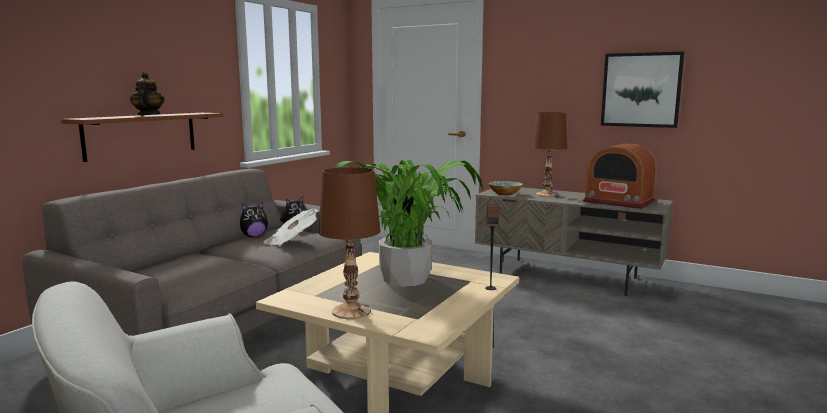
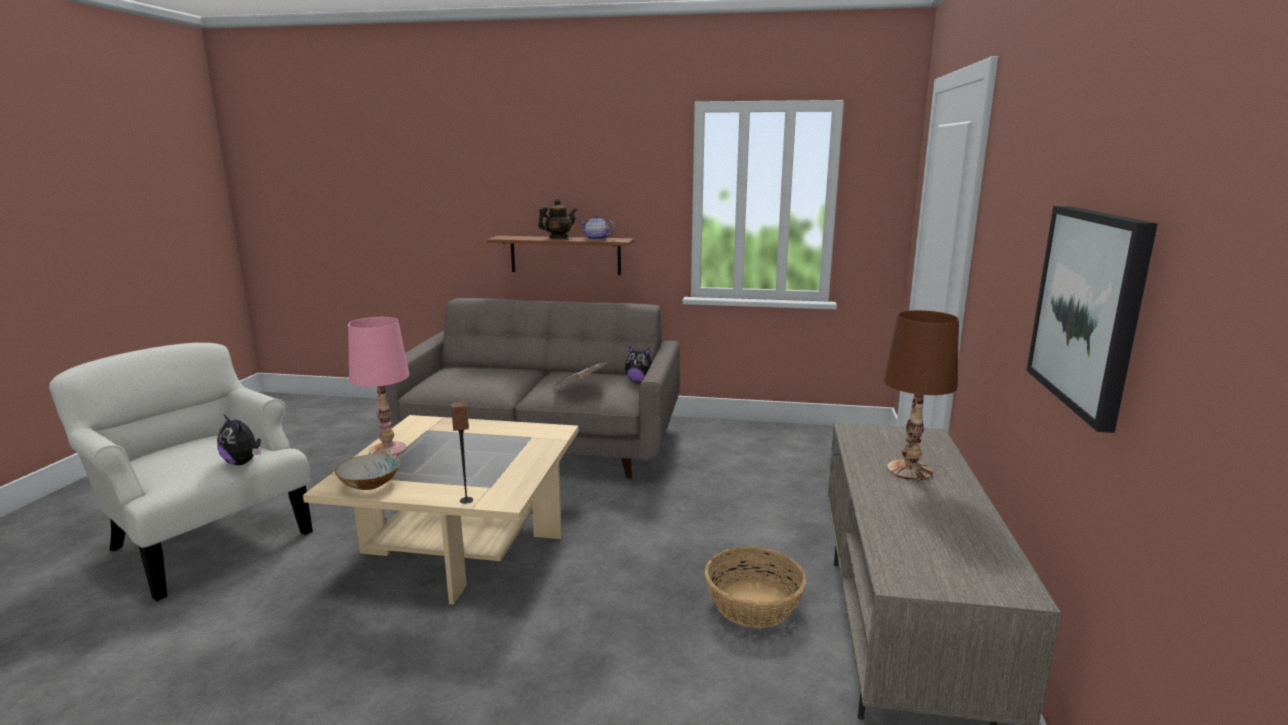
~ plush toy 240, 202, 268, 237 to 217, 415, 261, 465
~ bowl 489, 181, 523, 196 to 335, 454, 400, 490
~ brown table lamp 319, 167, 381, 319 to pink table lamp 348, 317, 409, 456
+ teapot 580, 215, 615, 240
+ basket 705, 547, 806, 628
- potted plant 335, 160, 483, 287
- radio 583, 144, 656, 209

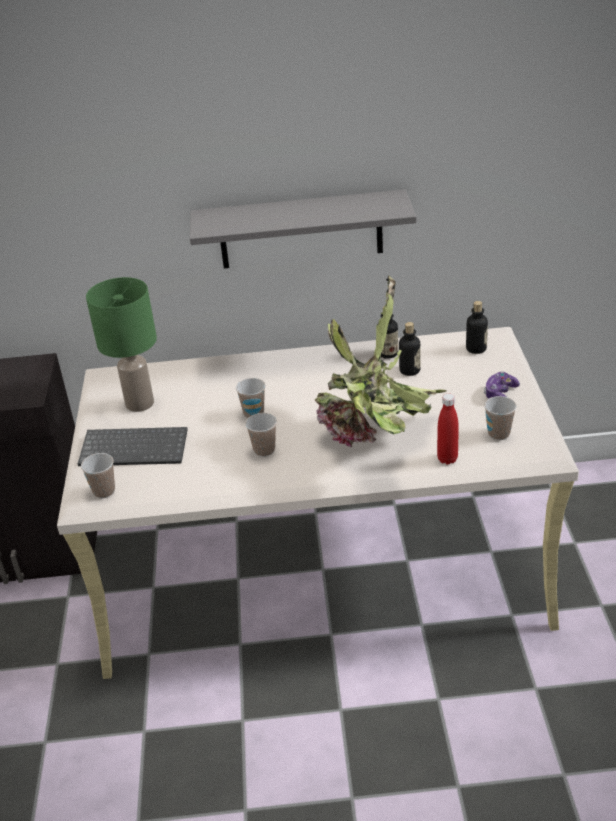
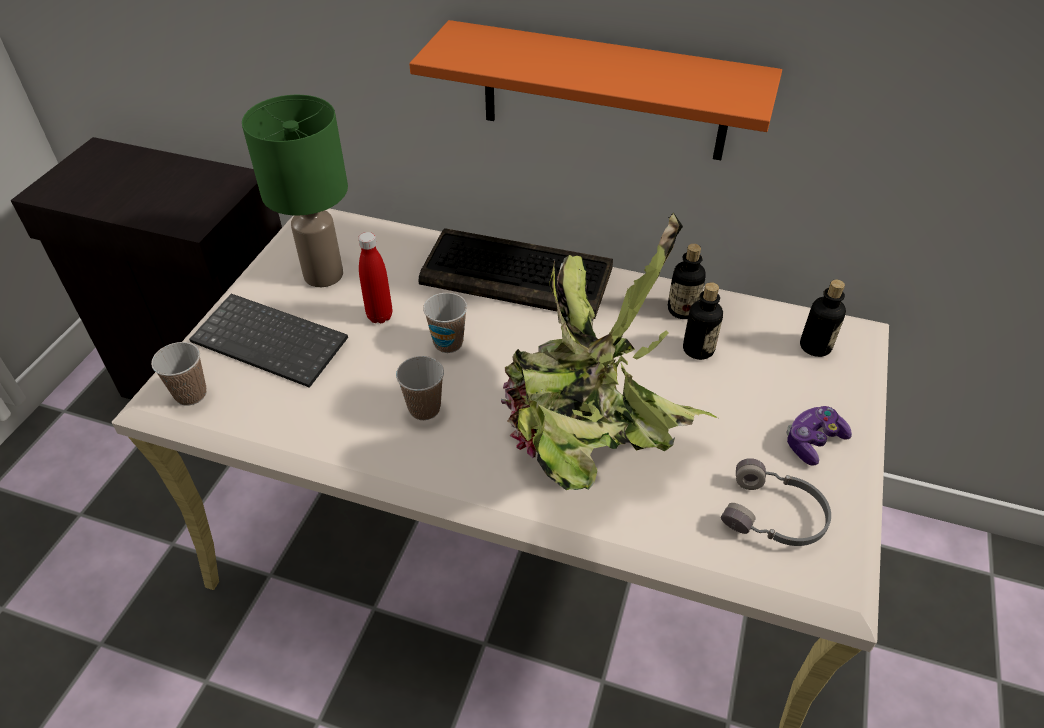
~ red bottle 437, 393, 459, 464 to 358, 232, 393, 323
~ grey shelf 190, 189, 417, 268 to orange shelf 409, 20, 782, 160
+ keyboard 418, 228, 613, 319
~ cup 484, 396, 517, 440 to grey headphones 721, 458, 831, 546

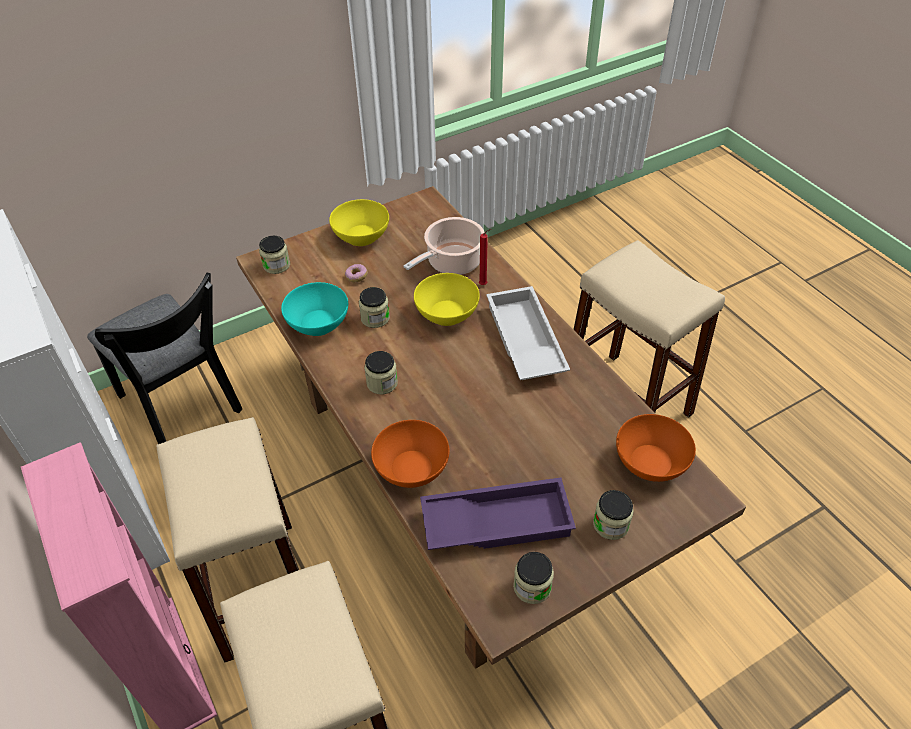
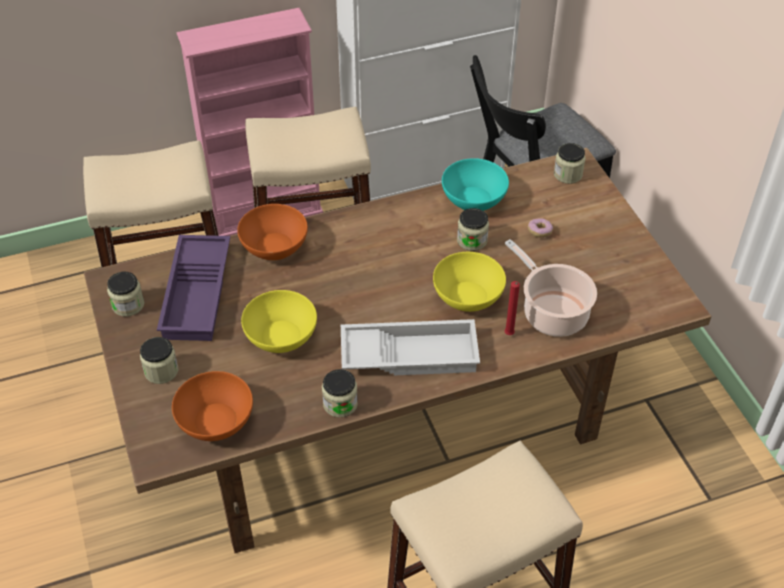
~ yellow bowl 329, 199, 389, 246 to 241, 290, 317, 353
~ jar 364, 351, 398, 394 to 322, 369, 358, 417

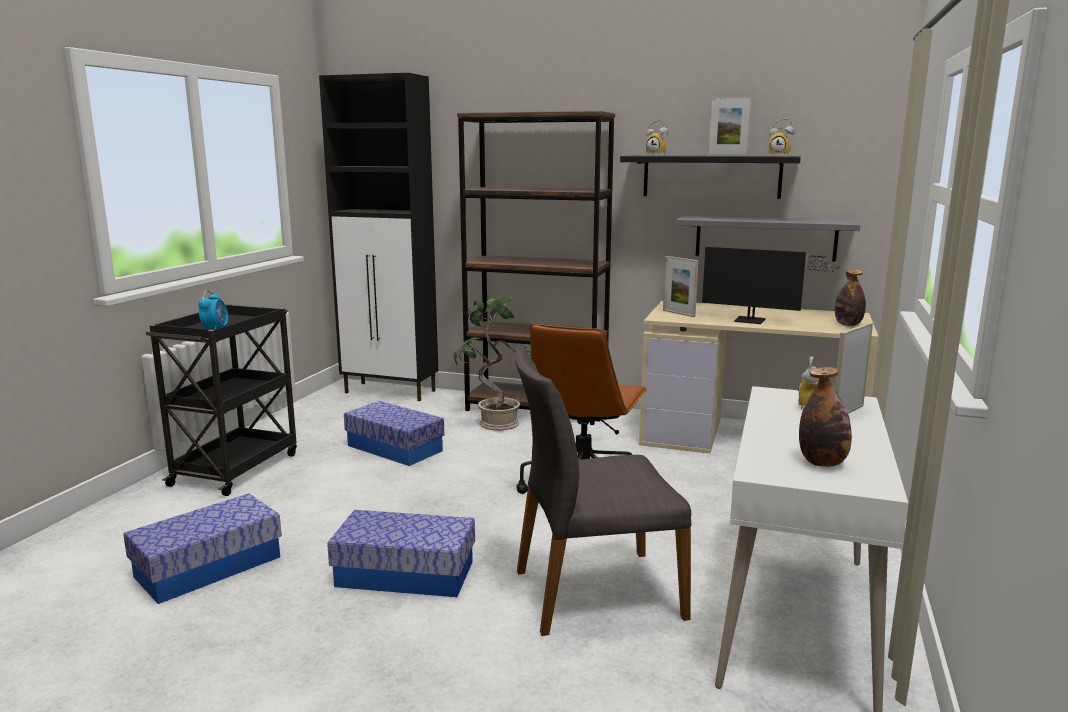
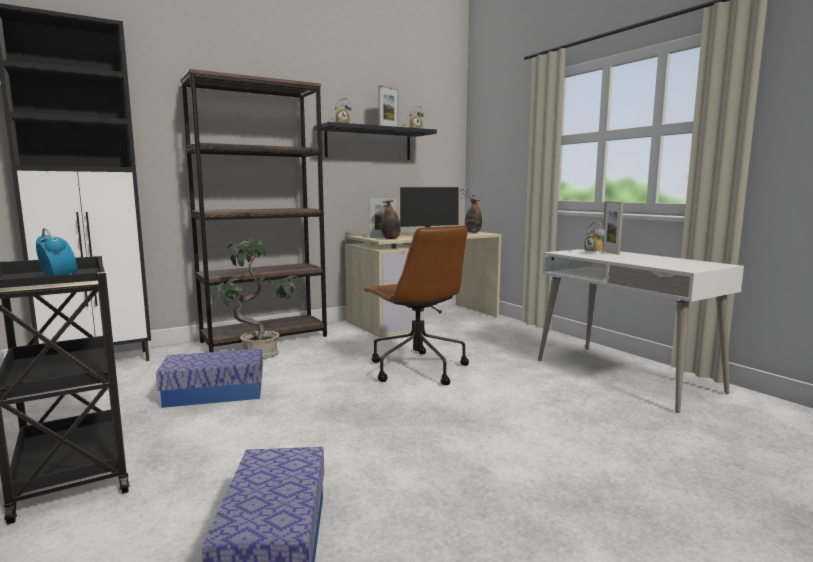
~ bottle 799, 367, 852, 467 to 381, 200, 401, 239
- storage box 327, 510, 475, 597
- grey chair 515, 349, 691, 636
- grey shelf 675, 215, 860, 262

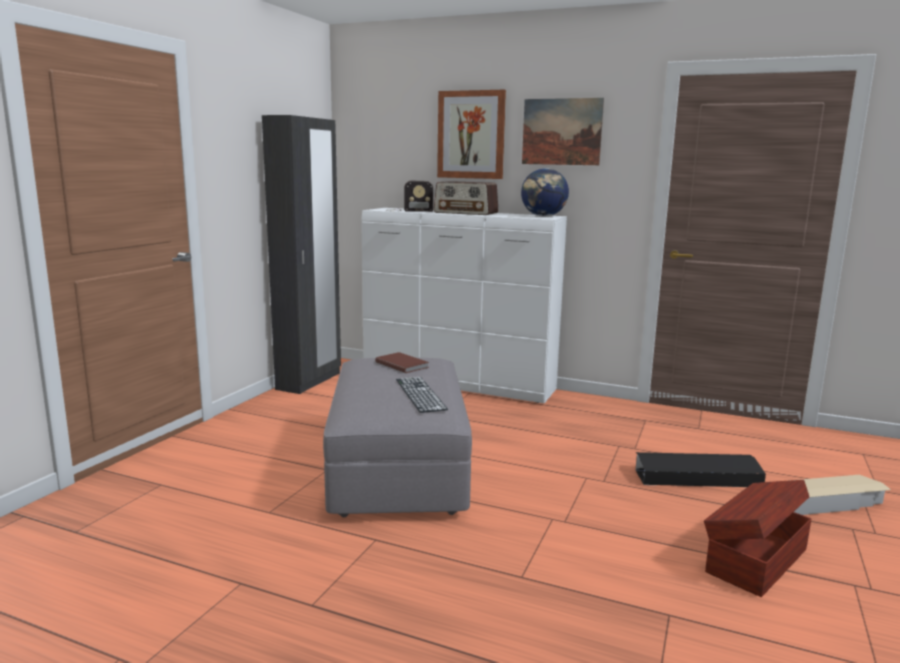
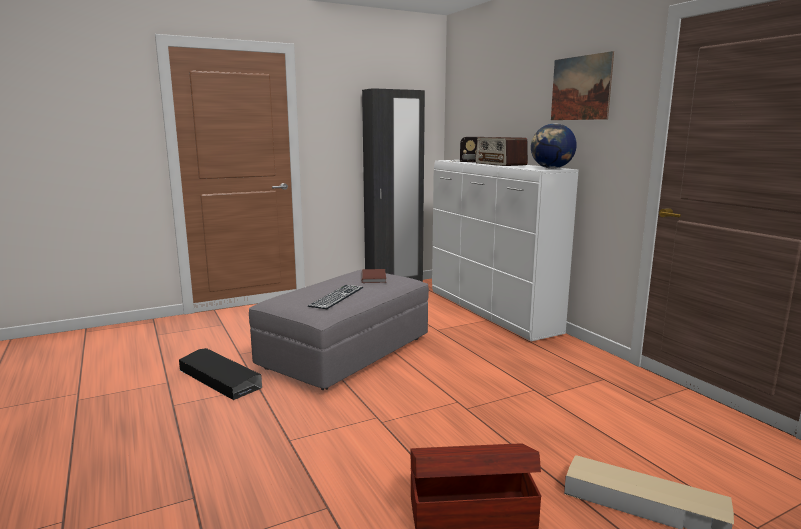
~ black storage box 635, 452, 766, 487 to 179, 348, 262, 400
- picture 437, 90, 506, 179

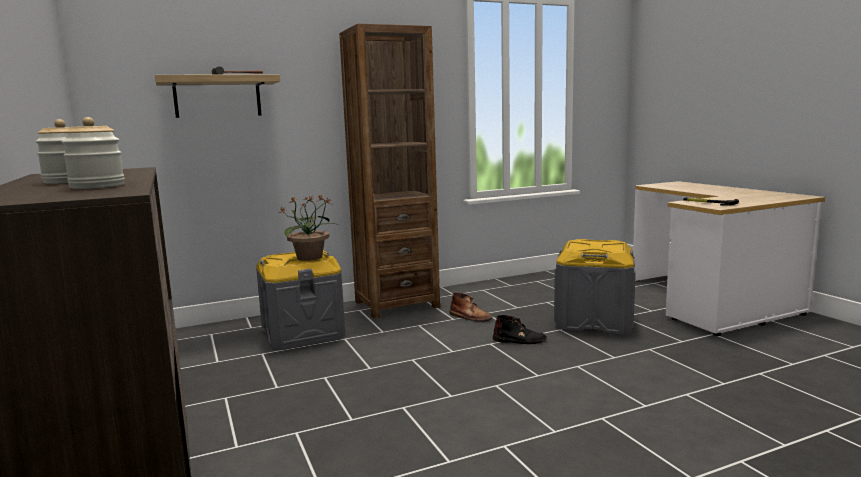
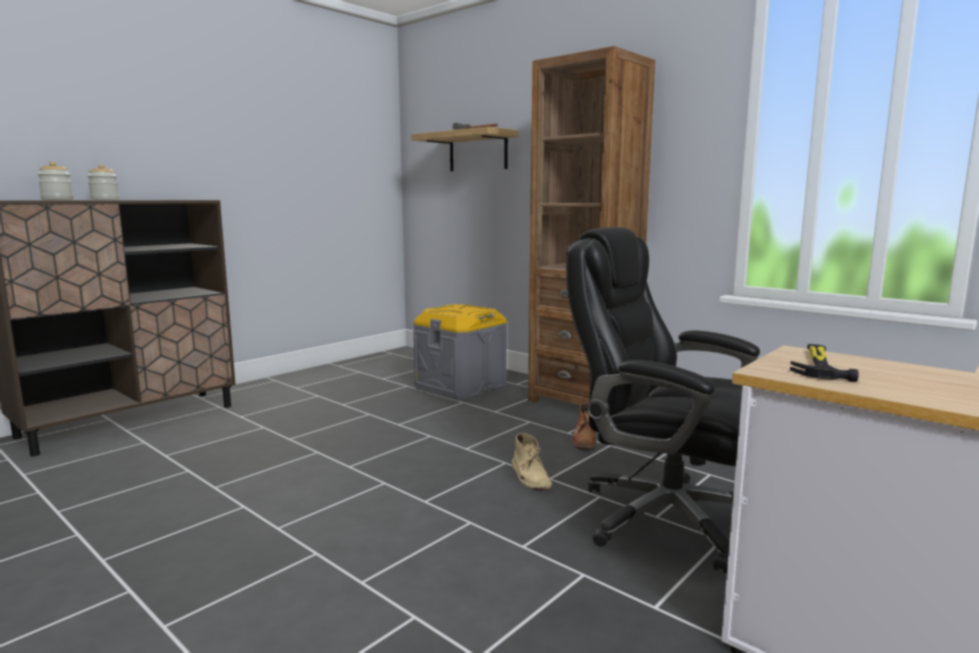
~ black boot 493, 315, 547, 344 to beige boot 512, 433, 552, 491
~ grey storage box 554, 239, 636, 335 to black office chair 566, 227, 760, 573
- potted plant 281, 194, 340, 261

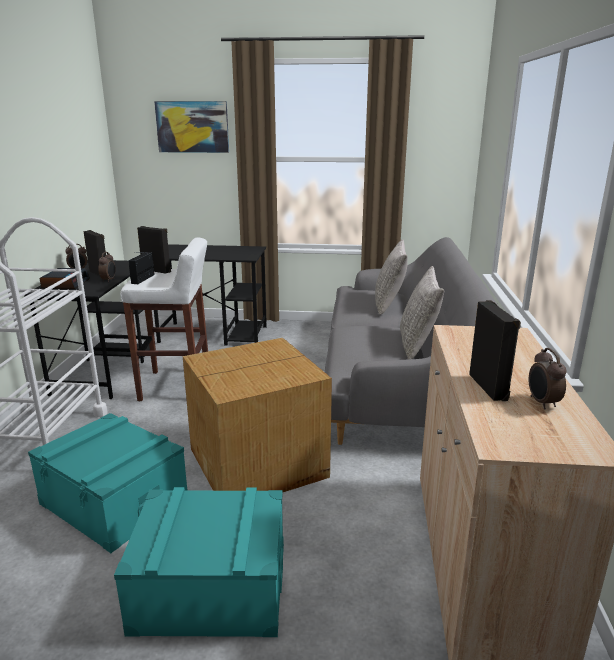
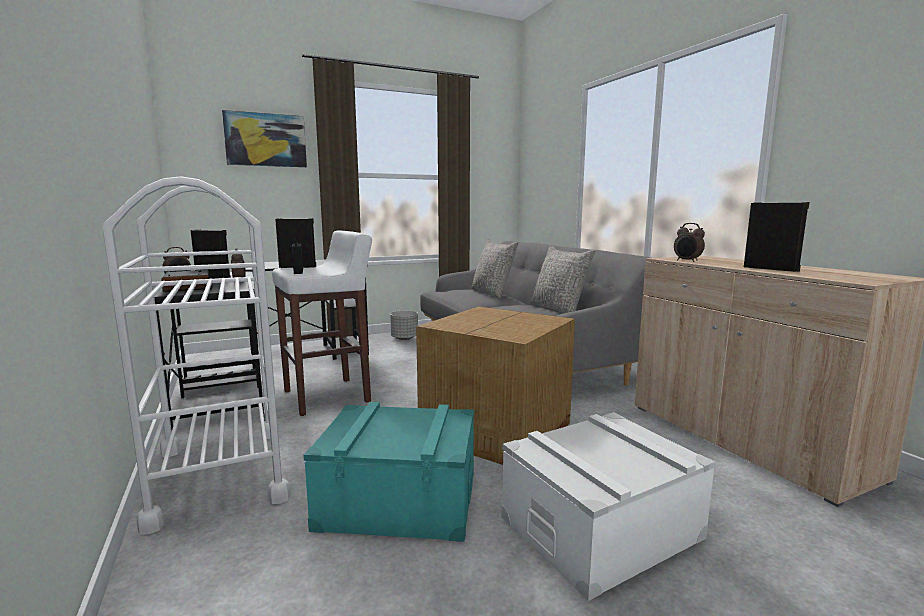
+ grey planter 390, 311, 418, 340
~ turquoise storage box 114, 487, 284, 637 to white storage box 502, 412, 715, 601
~ alarm clock 529, 348, 566, 409 to 674, 223, 705, 262

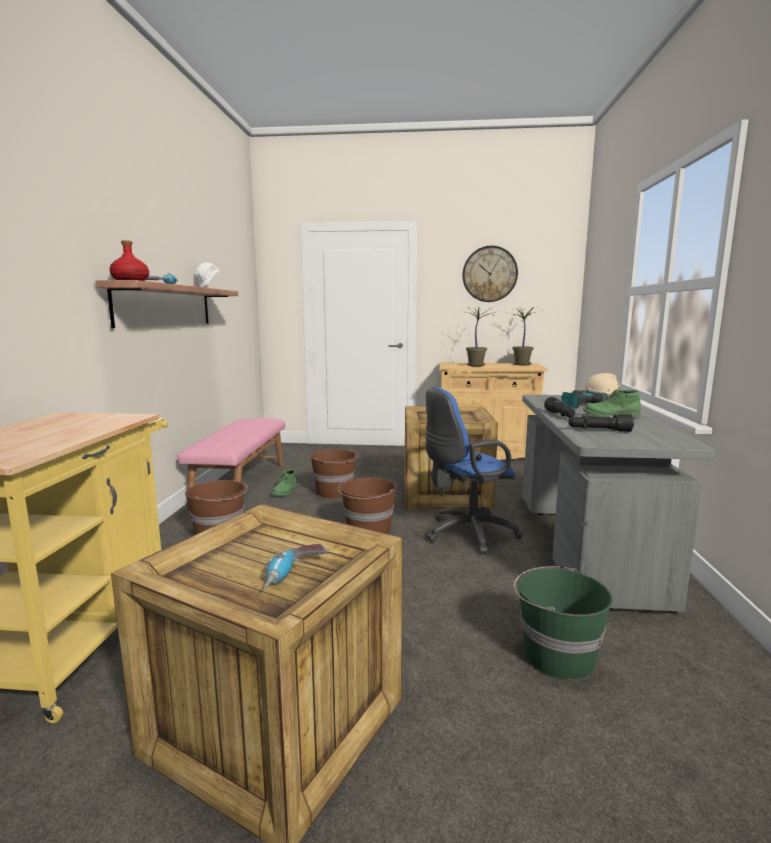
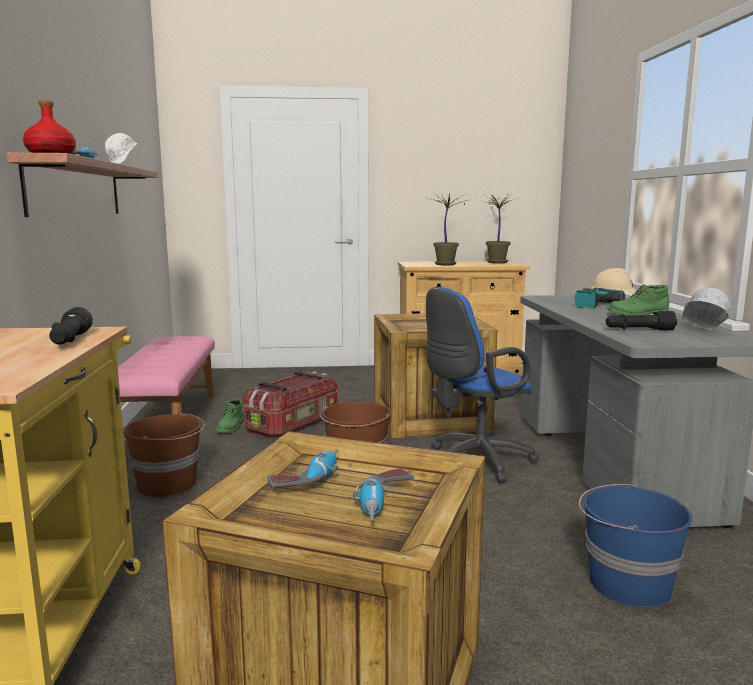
~ black flashlight 544, 397, 575, 418 to 49, 307, 93, 345
~ brown bucket 310, 449, 358, 498 to storage box 243, 371, 338, 439
+ power drill 267, 449, 338, 488
~ green bucket 514, 566, 613, 681 to blue bucket 579, 484, 692, 608
+ white hard hat 682, 287, 730, 330
- wall clock 463, 246, 518, 302

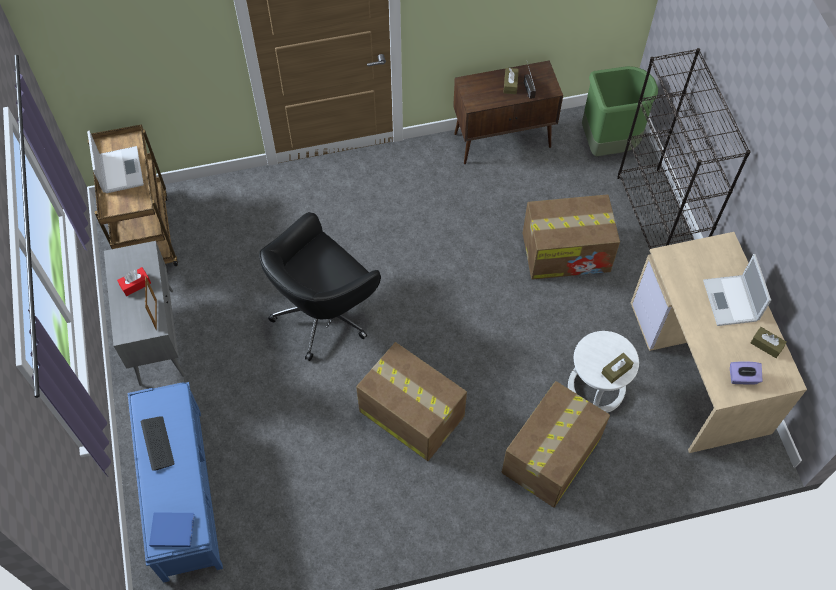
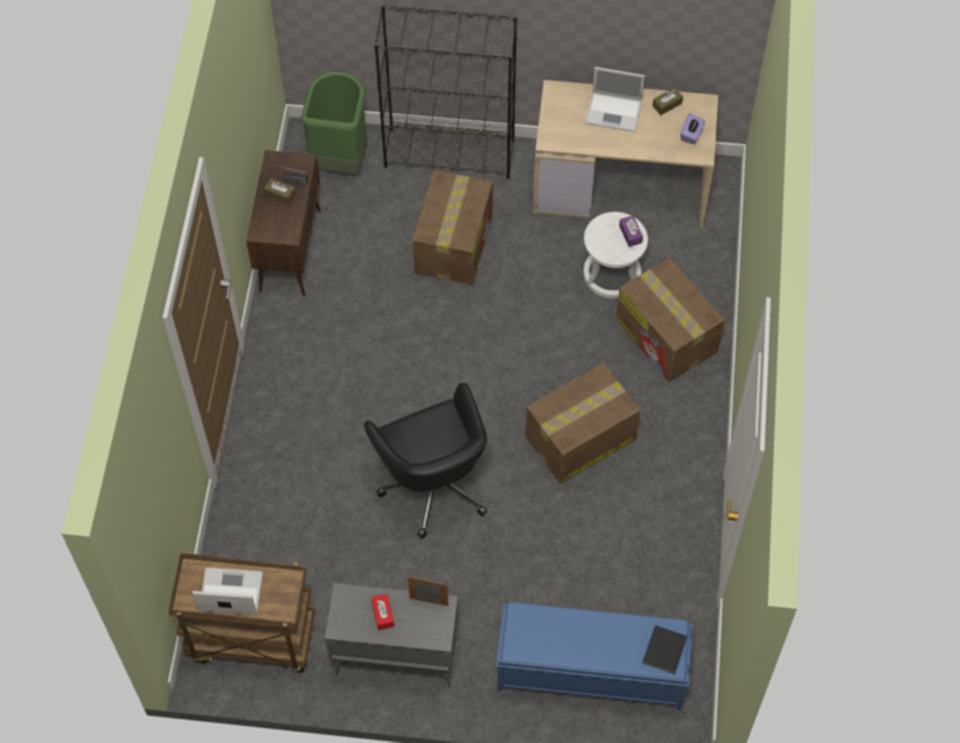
~ brown tissue box 602, 353, 634, 384 to purple tissue box 619, 216, 643, 247
~ blue book 149, 512, 195, 547 to black book 642, 625, 687, 674
- keyboard 141, 416, 175, 471

